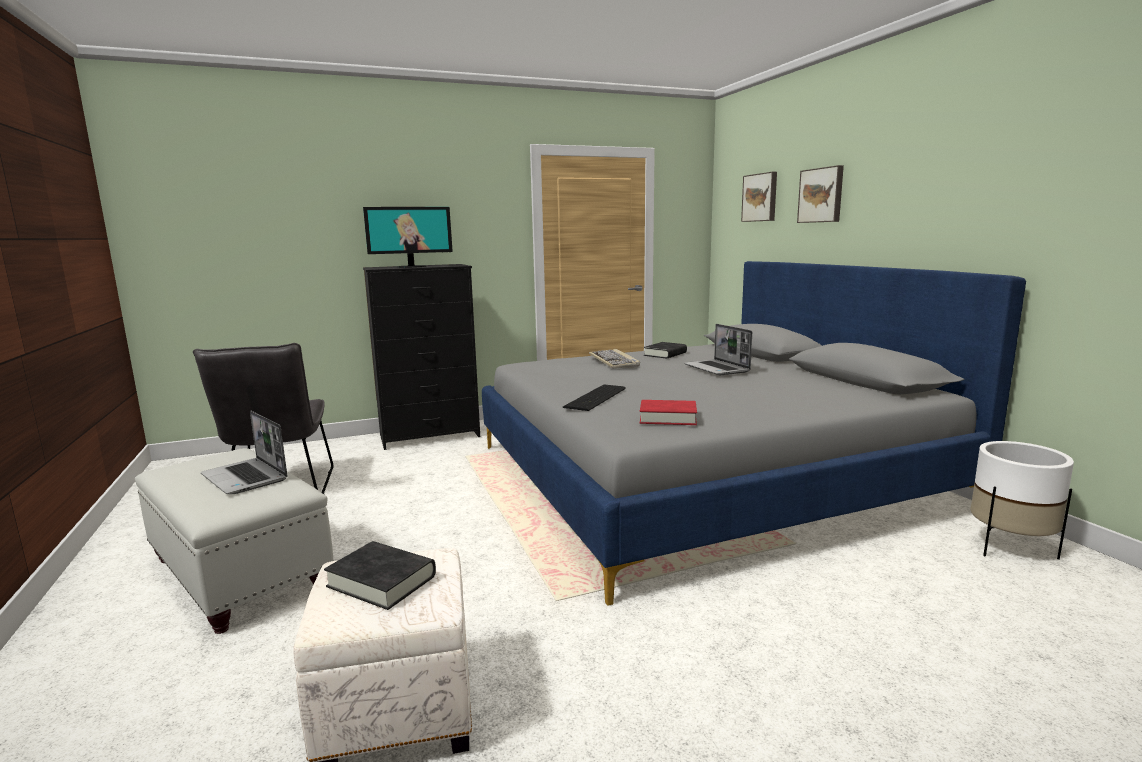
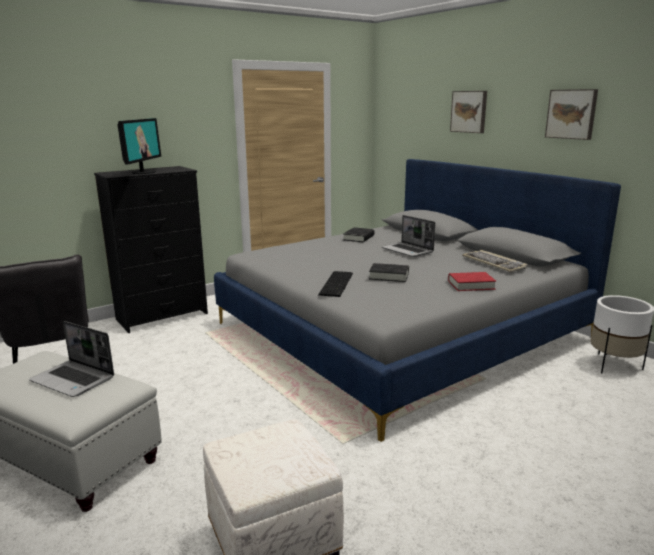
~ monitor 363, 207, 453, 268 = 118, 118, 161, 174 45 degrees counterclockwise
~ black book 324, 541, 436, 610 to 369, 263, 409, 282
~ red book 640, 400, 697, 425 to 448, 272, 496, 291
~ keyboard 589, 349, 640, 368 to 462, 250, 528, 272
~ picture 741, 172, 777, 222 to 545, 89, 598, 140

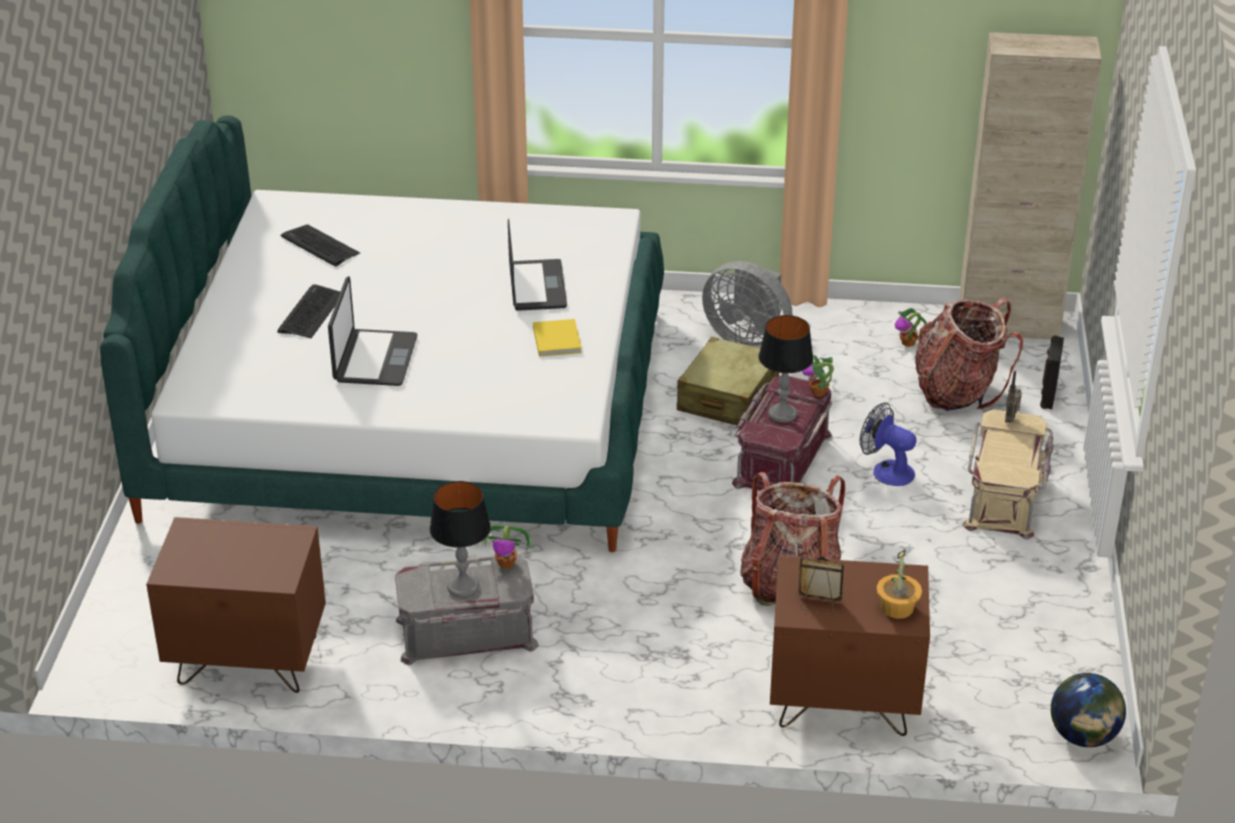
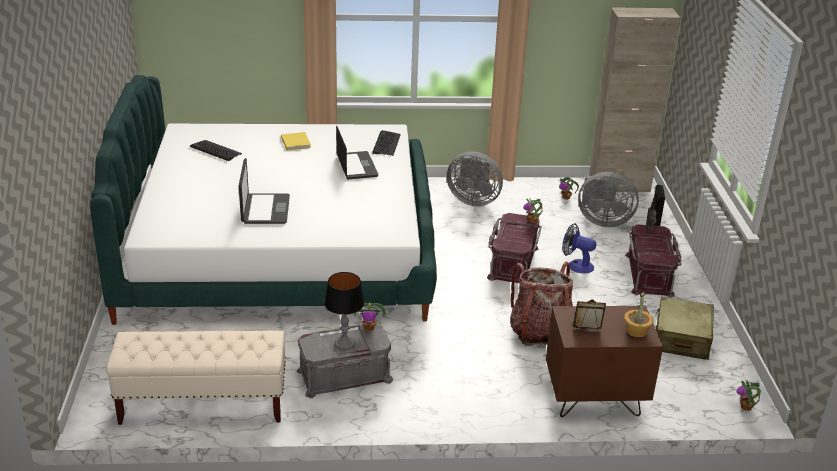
~ brown nightstand 146, 517, 326, 693 to beige bench 106, 331, 286, 425
~ yellow book 533, 319, 582, 357 to 281, 132, 311, 150
~ keyboard 277, 284, 340, 338 to 372, 130, 401, 156
~ backpack 915, 298, 1023, 411 to grey fan 578, 172, 639, 227
~ beige storage box 963, 409, 1054, 540 to red storage box 625, 224, 682, 298
~ beige suitcase 677, 337, 779, 425 to 655, 297, 714, 360
~ globe 1051, 673, 1126, 747 to potted plant 736, 380, 761, 411
- table lamp 759, 315, 813, 423

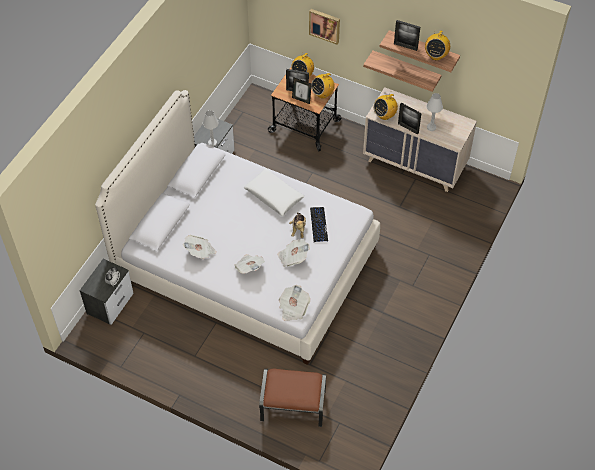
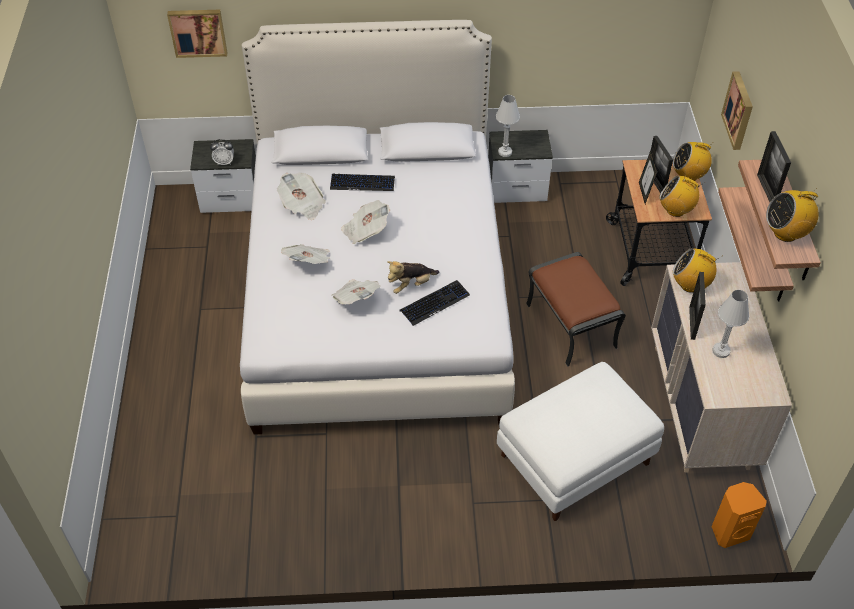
+ picture 167, 10, 227, 58
+ keyboard 330, 174, 395, 191
~ newspaper 279, 285, 310, 321 to 341, 200, 390, 244
+ white ottoman 497, 362, 664, 521
~ brown ottoman 259, 369, 326, 427 to 526, 252, 626, 366
+ orange speaker 711, 482, 767, 548
- white pillow 244, 168, 304, 216

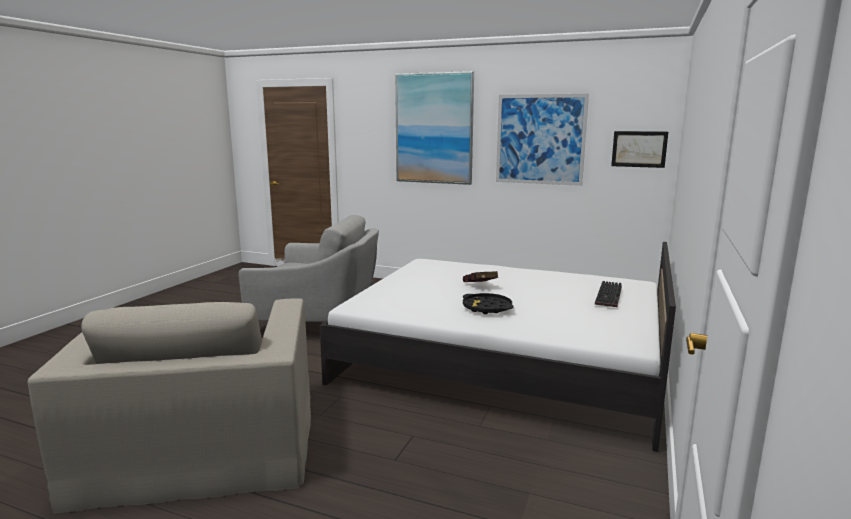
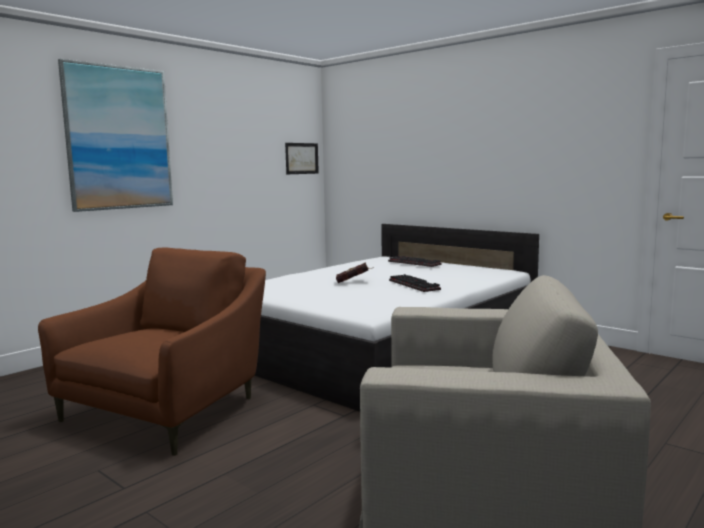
~ grey armchair 239, 215, 379, 322 to brown armchair 38, 248, 266, 456
~ black tray 463, 293, 514, 314 to keyboard 389, 274, 441, 292
- picture 496, 94, 589, 186

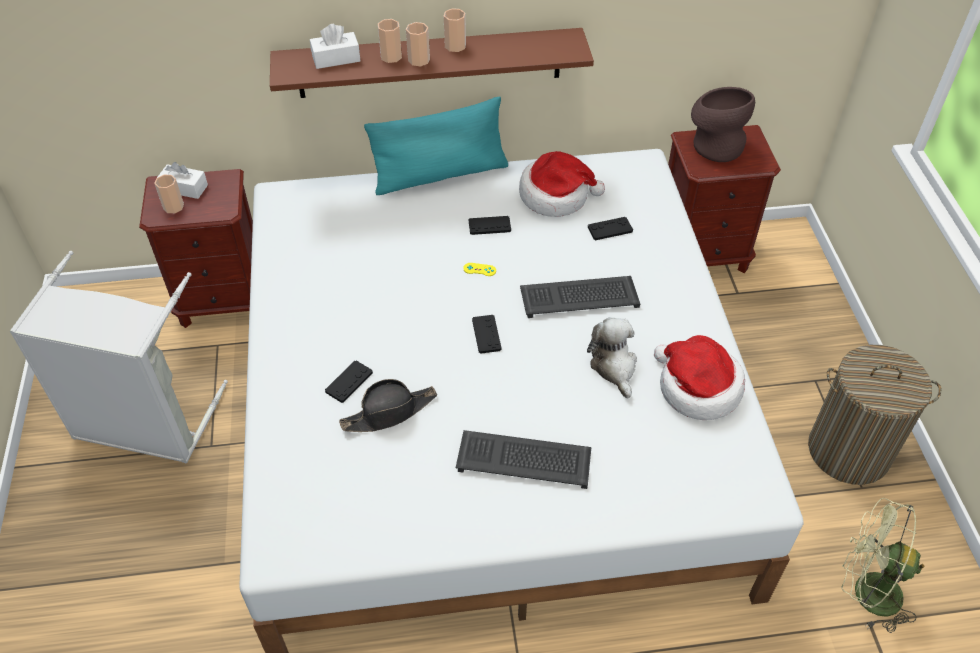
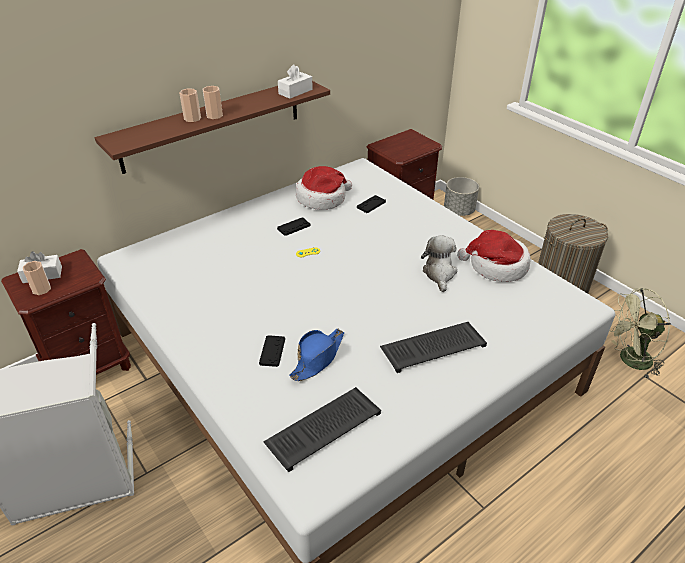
~ keyboard 520, 276, 640, 318 to 263, 387, 381, 472
~ white tissue box 310, 24, 360, 69 to 278, 64, 313, 99
~ black hat 339, 379, 437, 432 to blue hat 289, 329, 344, 381
~ plush toy 587, 317, 637, 398 = 421, 235, 457, 292 45 degrees clockwise
+ grey planter 444, 177, 479, 216
- turquoise pillow 364, 96, 508, 195
- cup 444, 8, 466, 52
- black game controller 472, 315, 502, 354
- brown vase 691, 87, 755, 162

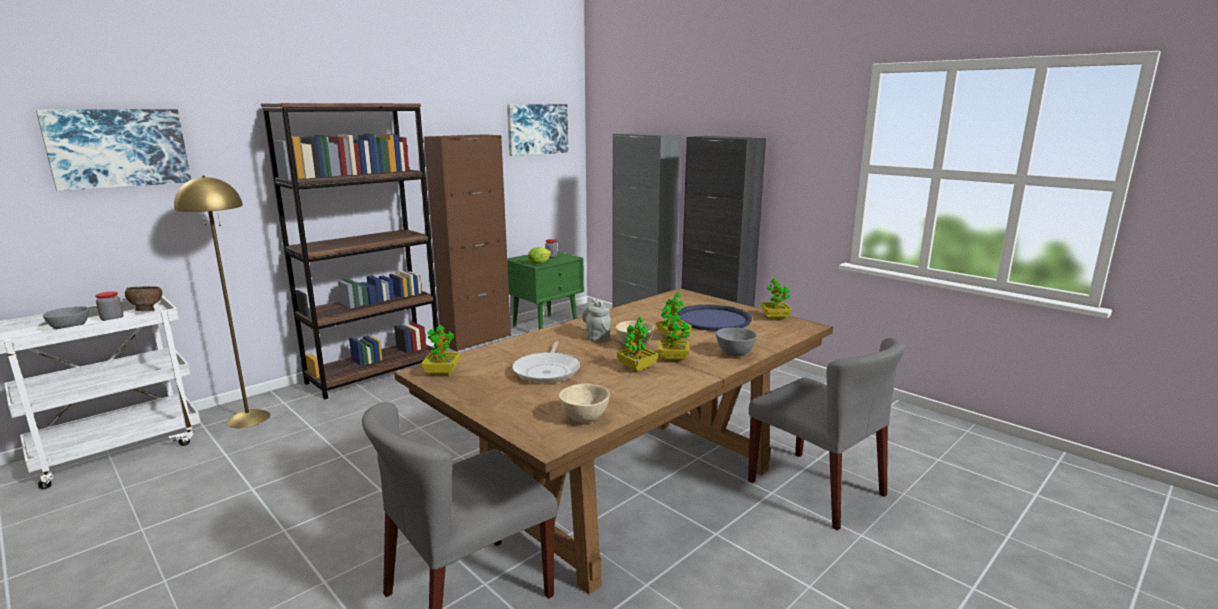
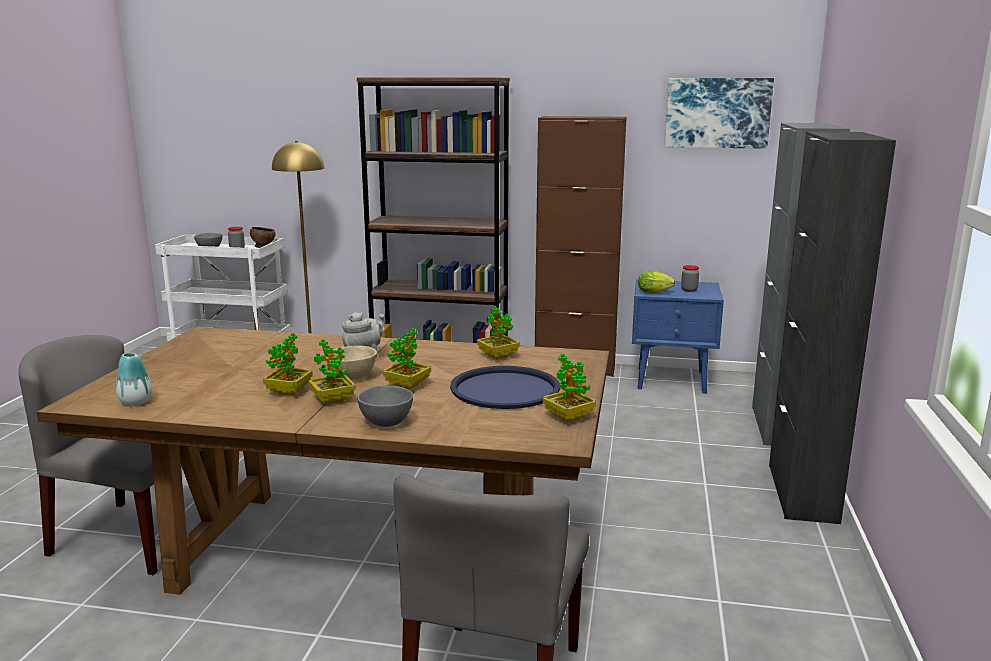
~ beige bowl 559, 384, 610, 423 to vase 116, 353, 153, 406
~ potted plant 421, 325, 461, 376 to 477, 306, 520, 360
~ green nightstand 507, 251, 584, 330 to blue nightstand 632, 279, 724, 394
- picture 36, 109, 191, 191
- frying pan 512, 341, 580, 384

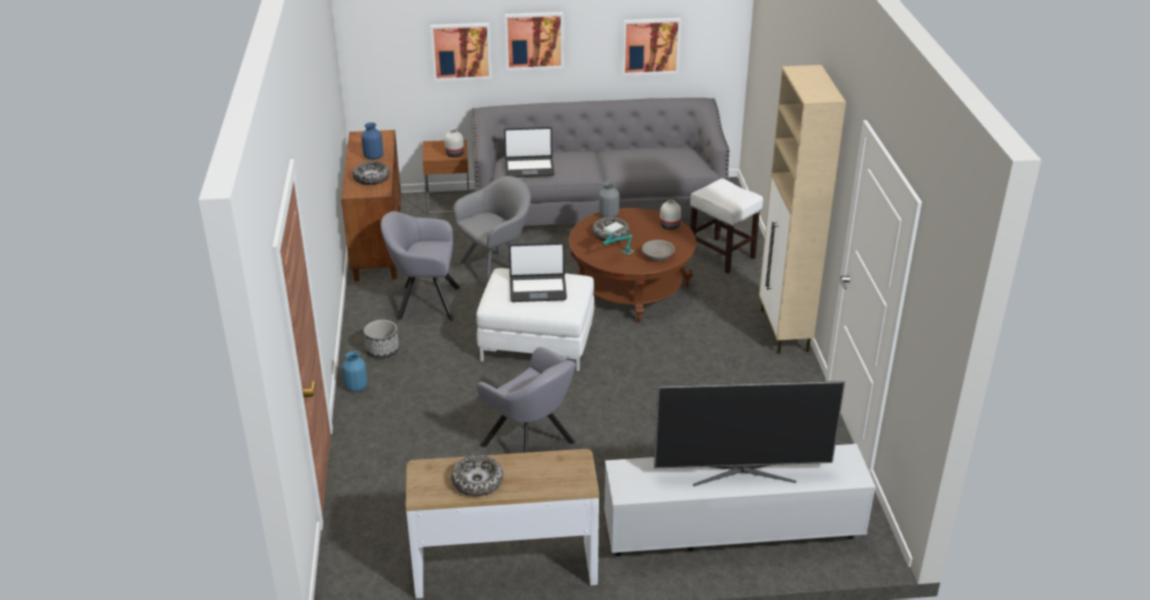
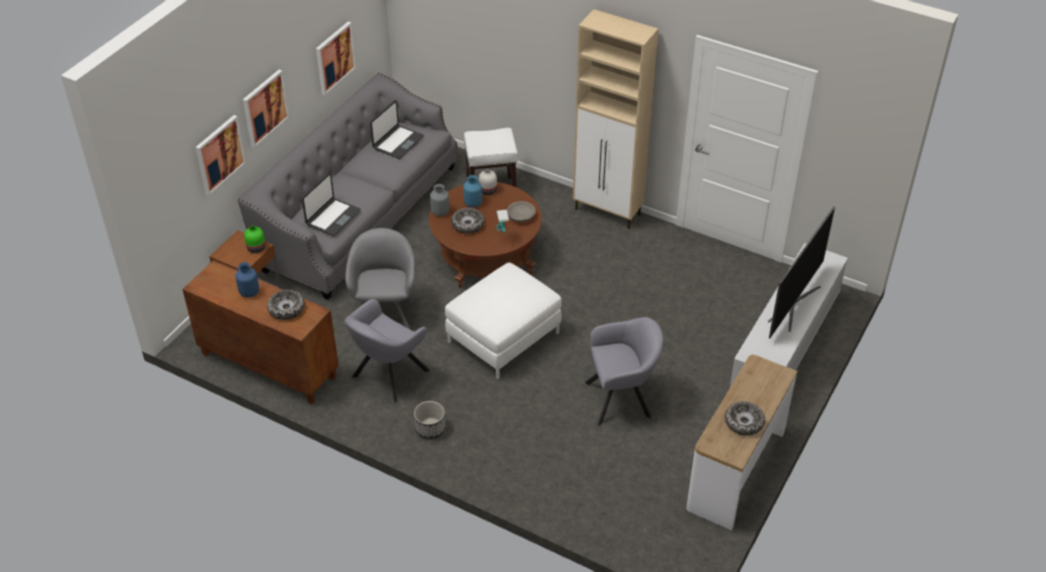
~ white vase 444, 129, 464, 158 to green vase 244, 226, 265, 253
~ laptop 509, 242, 567, 302 to 370, 100, 424, 159
~ blue vase 342, 351, 367, 392 to 463, 175, 482, 207

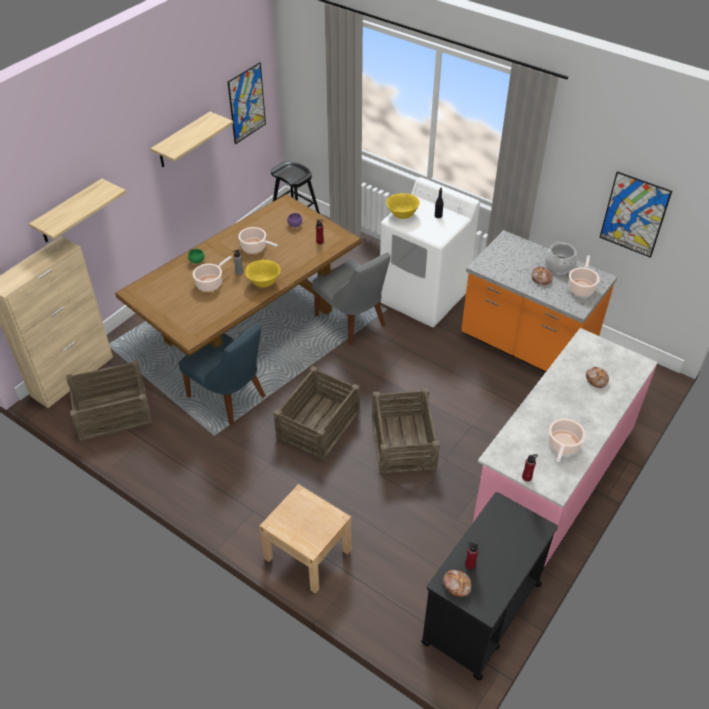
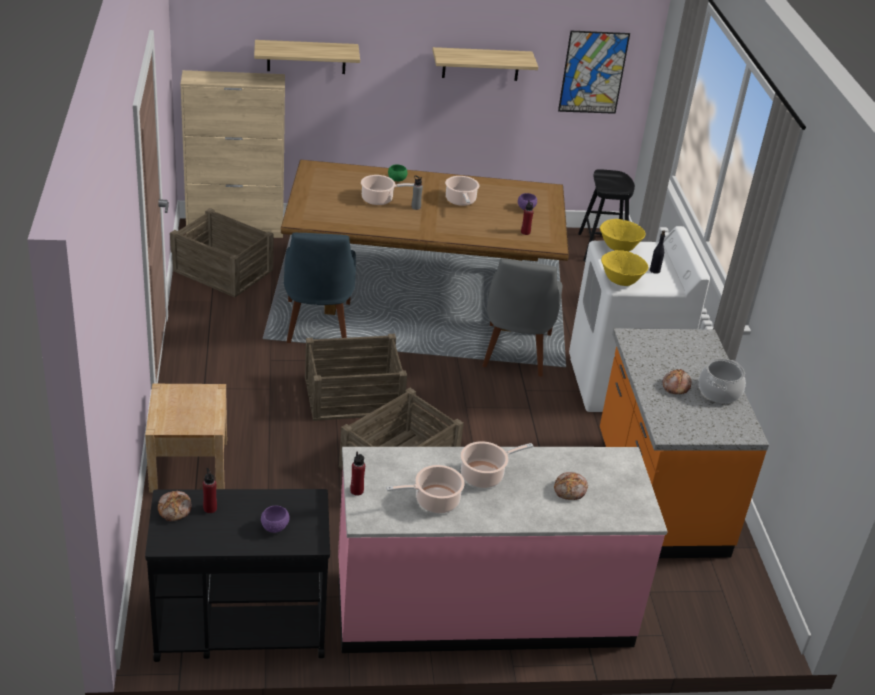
+ purple bowl 261, 506, 290, 533
~ cooking pot 568, 255, 600, 296 to 460, 441, 533, 488
~ yellow bowl 245, 260, 281, 287 to 601, 250, 648, 286
- picture 599, 171, 672, 258

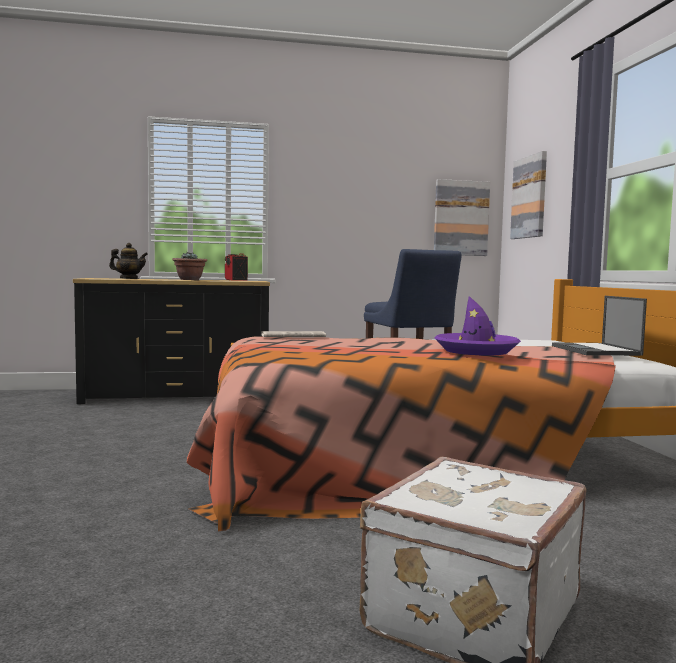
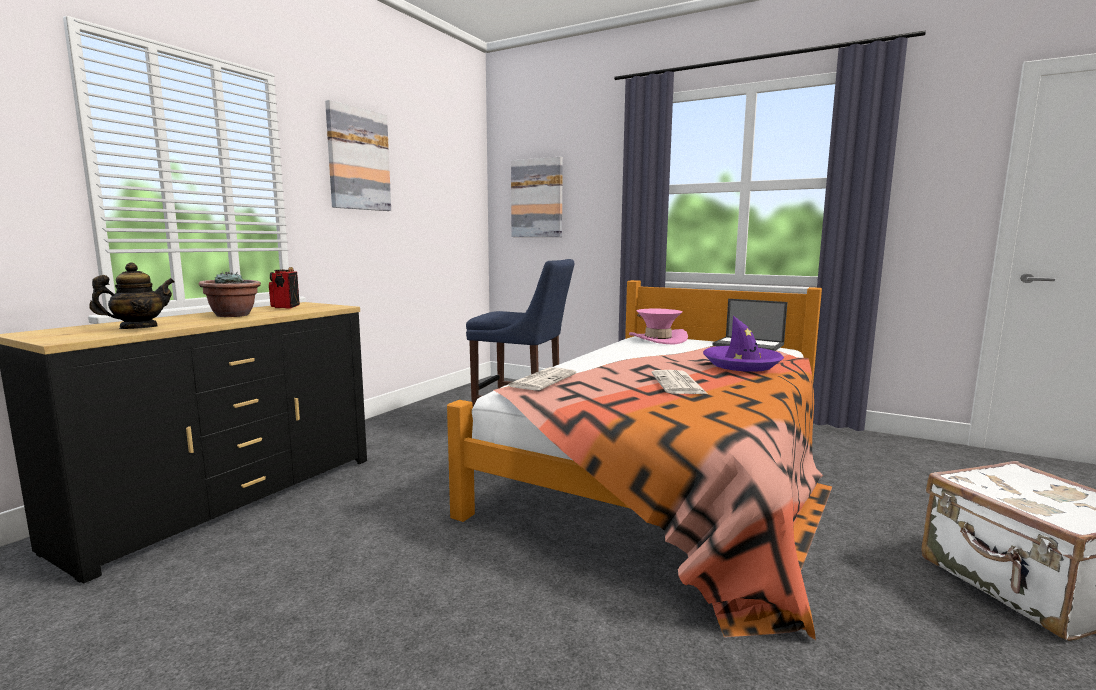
~ picture 434, 179, 490, 256 to 325, 100, 391, 211
+ pink hat 629, 309, 688, 344
+ newspaper 652, 370, 707, 394

